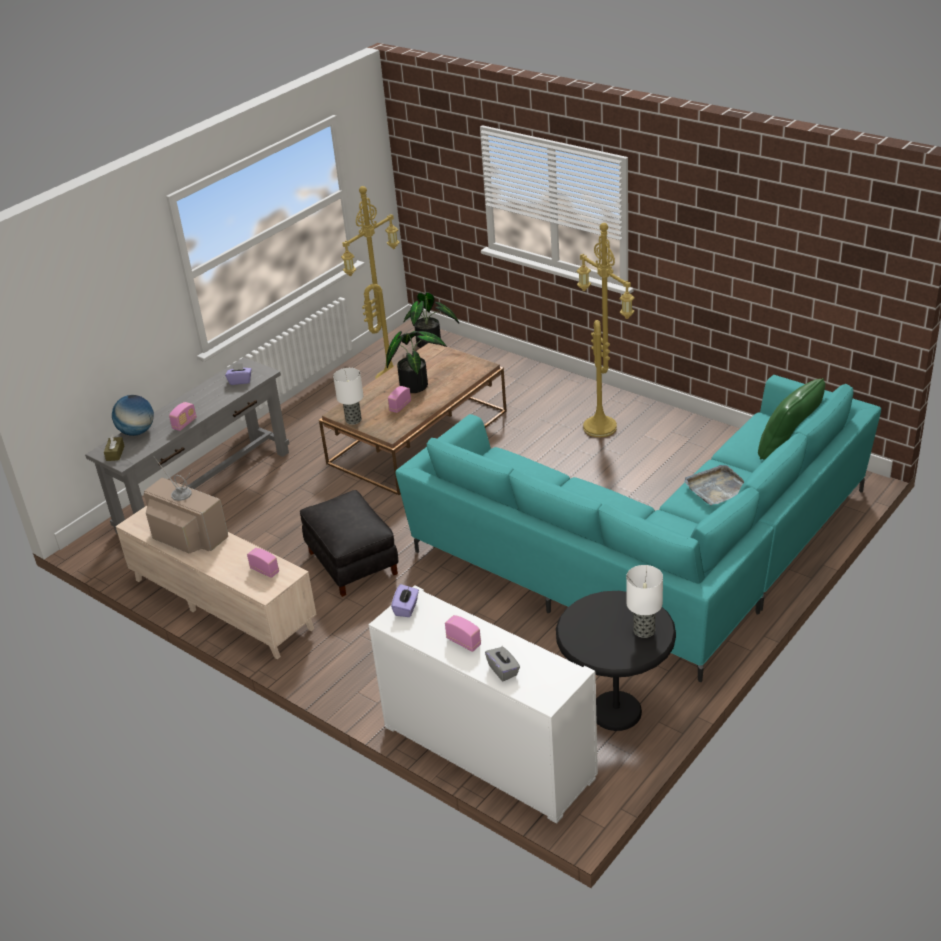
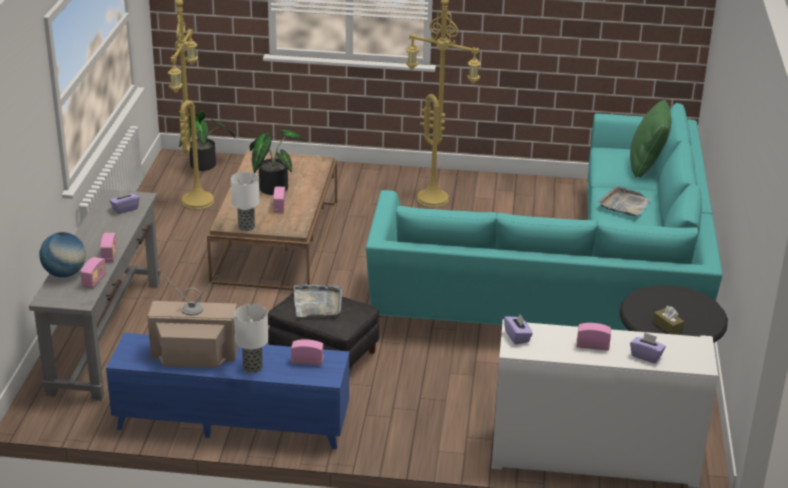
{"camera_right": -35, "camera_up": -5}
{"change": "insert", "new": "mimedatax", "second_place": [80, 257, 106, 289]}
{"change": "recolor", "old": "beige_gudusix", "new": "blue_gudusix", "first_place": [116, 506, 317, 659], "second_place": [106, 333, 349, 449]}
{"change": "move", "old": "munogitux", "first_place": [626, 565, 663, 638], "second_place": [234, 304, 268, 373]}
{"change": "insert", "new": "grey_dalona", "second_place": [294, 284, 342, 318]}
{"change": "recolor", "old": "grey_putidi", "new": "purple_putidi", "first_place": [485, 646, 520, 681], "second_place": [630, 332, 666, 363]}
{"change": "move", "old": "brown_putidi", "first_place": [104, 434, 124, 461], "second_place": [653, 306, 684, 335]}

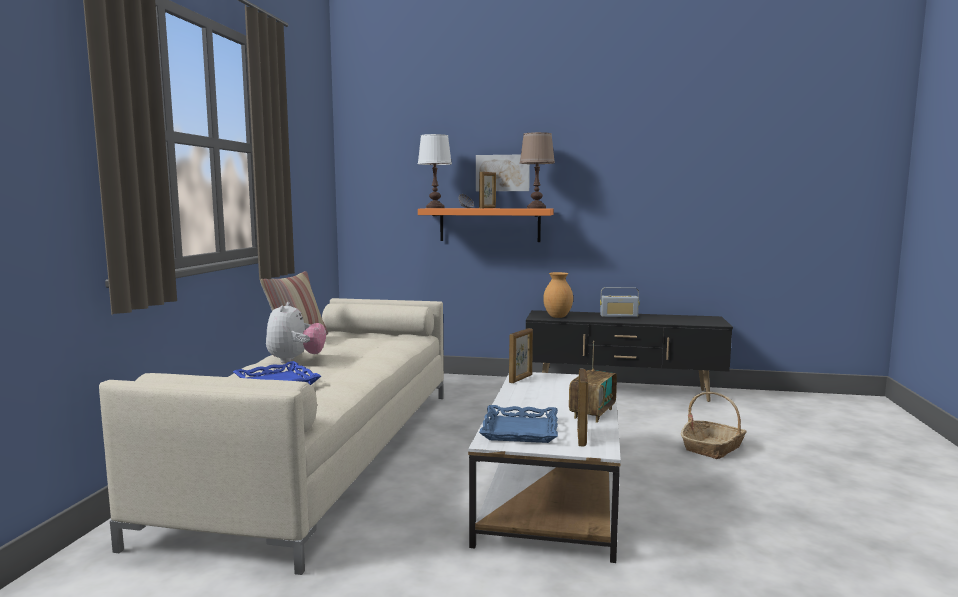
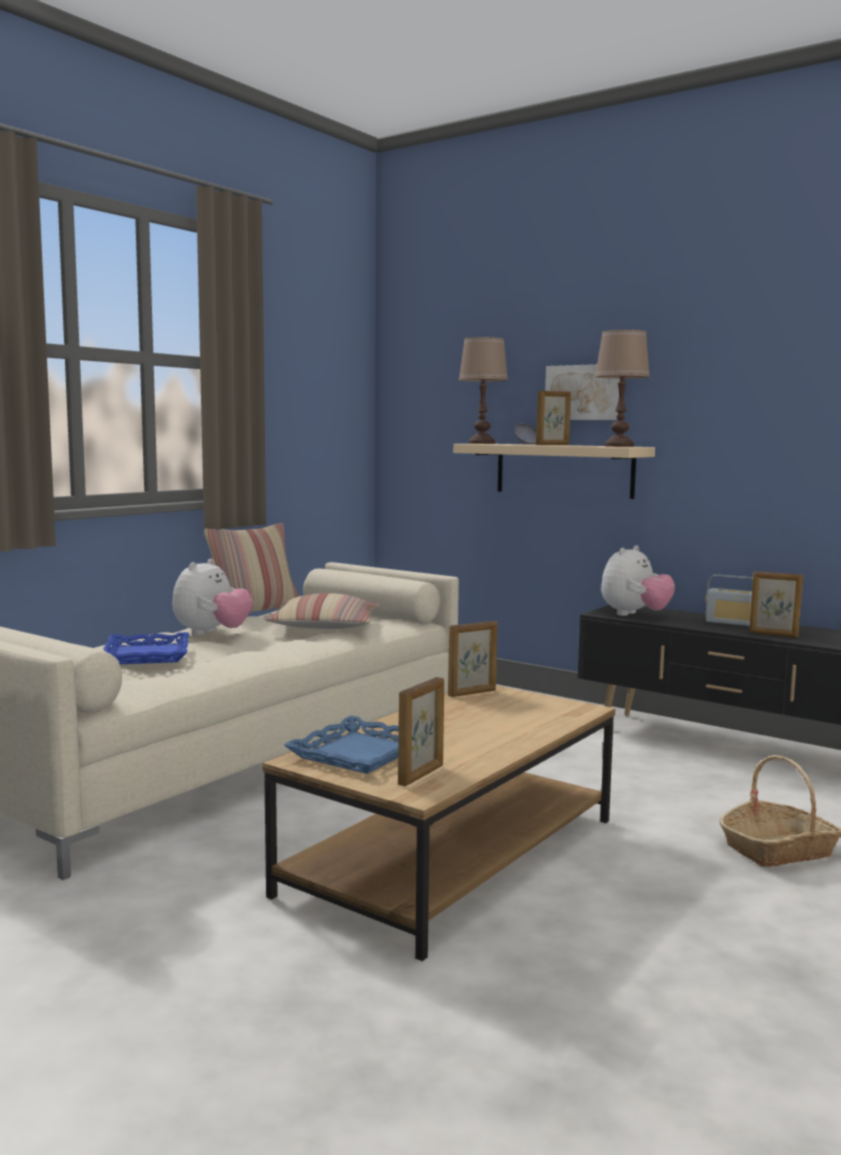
{"camera_right": 25, "camera_up": 0}
{"change": "recolor", "old": "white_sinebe", "new": "brown_sinebe", "first_place": [468, 372, 621, 563], "second_place": [262, 685, 615, 961]}
{"change": "insert", "new": "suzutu", "second_place": [265, 593, 380, 629]}
{"change": "recolor", "old": "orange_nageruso", "new": "beige_nageruso", "first_place": [418, 208, 554, 242], "second_place": [453, 444, 655, 499]}
{"change": "recolor", "old": "white_munogitux", "new": "brown_munogitux", "first_place": [418, 134, 452, 208], "second_place": [459, 337, 508, 444]}
{"change": "replace", "old": "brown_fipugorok", "new": "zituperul", "first_place": [543, 272, 573, 318], "second_place": [601, 545, 675, 616]}
{"change": "insert", "new": "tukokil", "second_place": [749, 571, 803, 638]}
{"change": "delete", "old": "mimedatax", "first_place": [569, 341, 617, 423]}

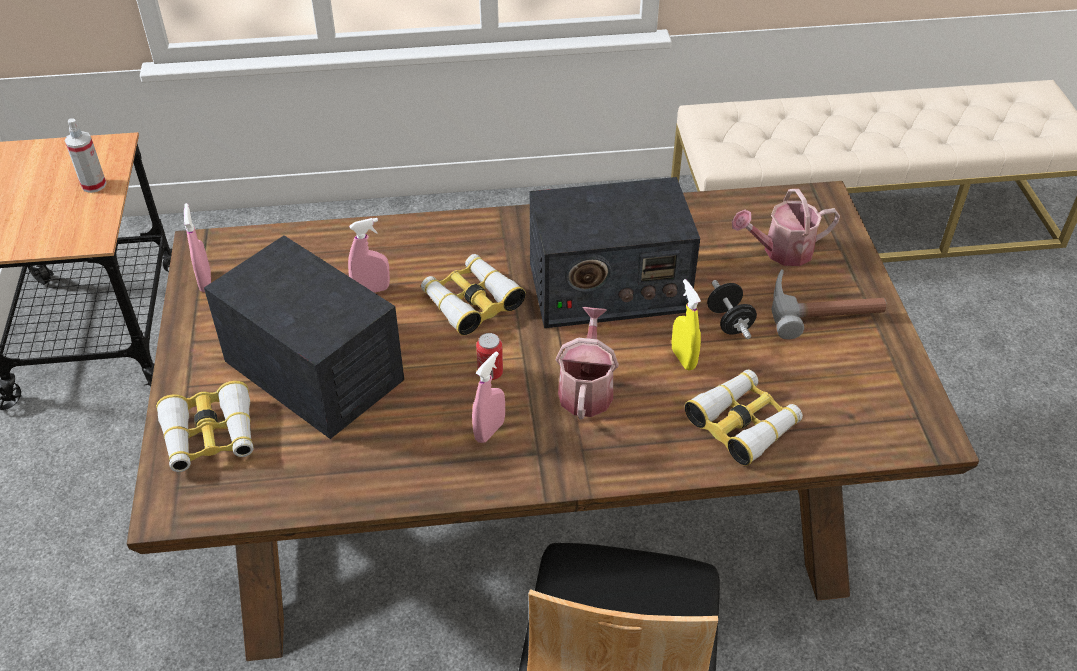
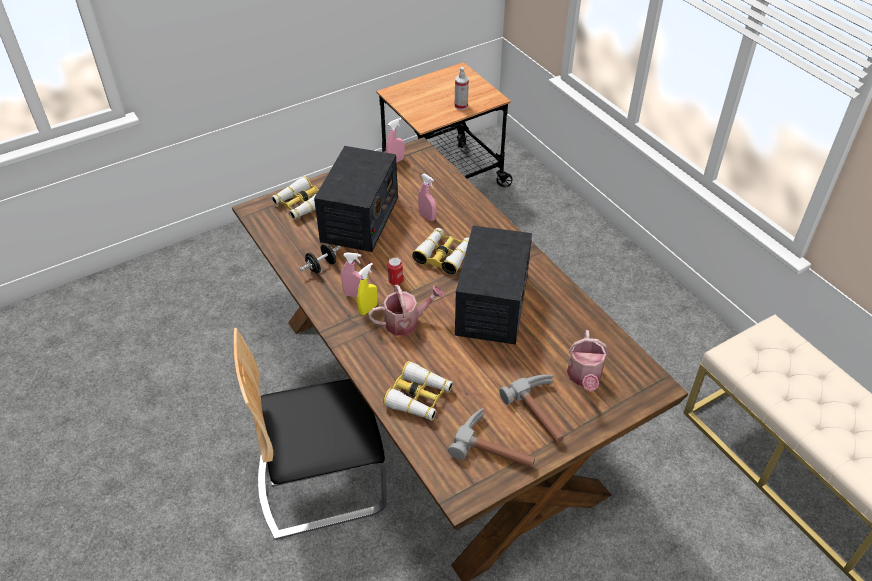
{"camera_right": 65, "camera_up": 0}
{"change": "move", "old": "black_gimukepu", "first_place": [707, 280, 757, 339], "second_place": [300, 244, 341, 273]}
{"change": "move", "old": "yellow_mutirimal", "first_place": [672, 279, 701, 370], "second_place": [357, 263, 378, 315]}
{"change": "insert", "new": "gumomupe", "second_place": [448, 408, 535, 468]}
{"change": "rotate", "old": "mimedatax", "first_place": [530, 177, 700, 328], "second_place": [455, 226, 532, 345], "degrees": -135}
{"change": "rotate", "old": "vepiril", "first_place": [732, 189, 840, 266], "second_place": [567, 330, 608, 392], "degrees": -135}

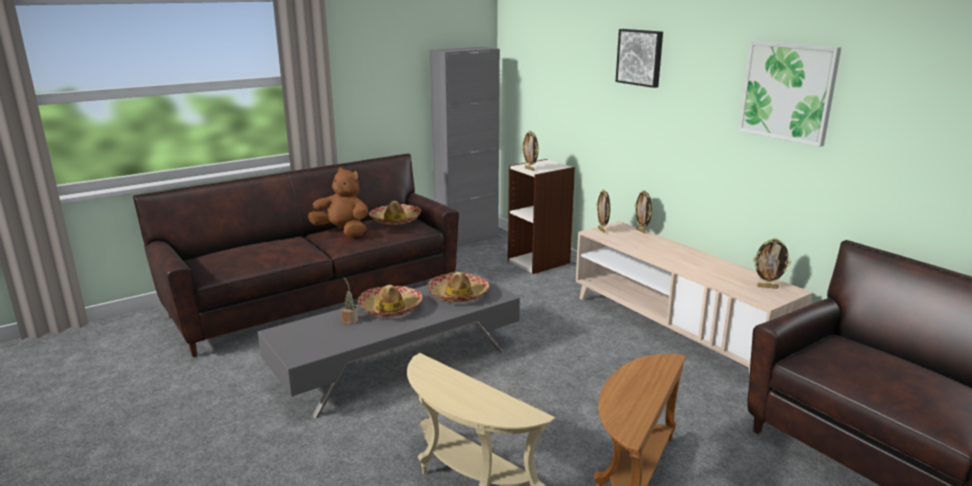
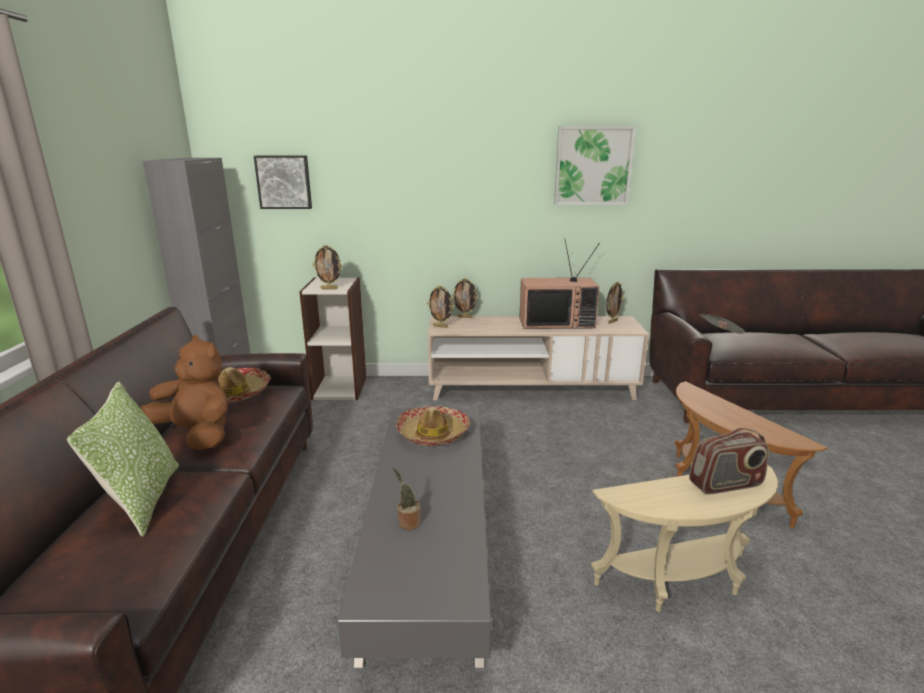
{"camera_right": -55, "camera_up": 0}
{"change": "insert", "new": "suzutu", "second_place": [67, 381, 179, 537]}
{"change": "rotate", "old": "brown_zituperul", "first_place": [308, 167, 368, 237], "second_place": [141, 335, 228, 450], "degrees": 60}
{"change": "move", "old": "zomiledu", "first_place": [615, 29, 663, 88], "second_place": [254, 156, 312, 209]}
{"change": "insert", "new": "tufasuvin", "second_place": [519, 238, 600, 329]}
{"change": "insert", "new": "mimedatax", "second_place": [689, 428, 769, 494]}
{"change": "insert", "new": "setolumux", "second_place": [699, 314, 745, 334]}
{"change": "delete", "old": "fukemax", "first_place": [358, 285, 423, 317]}

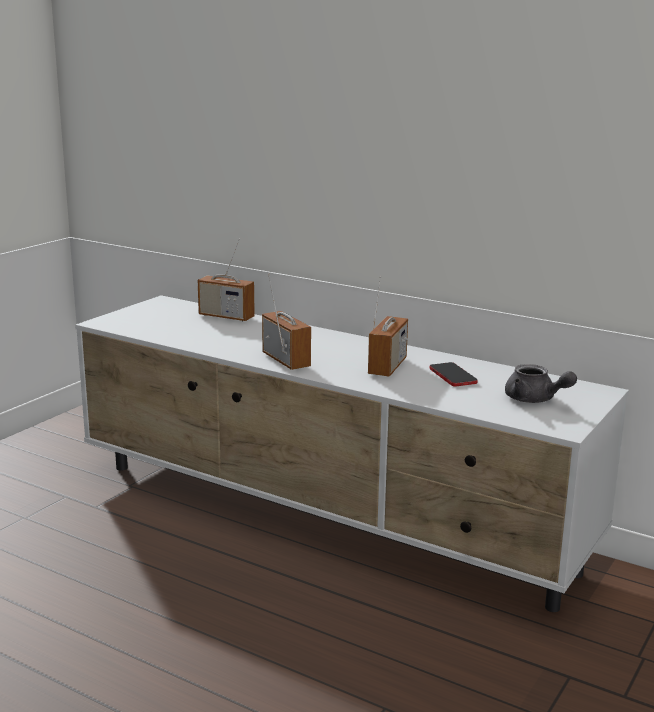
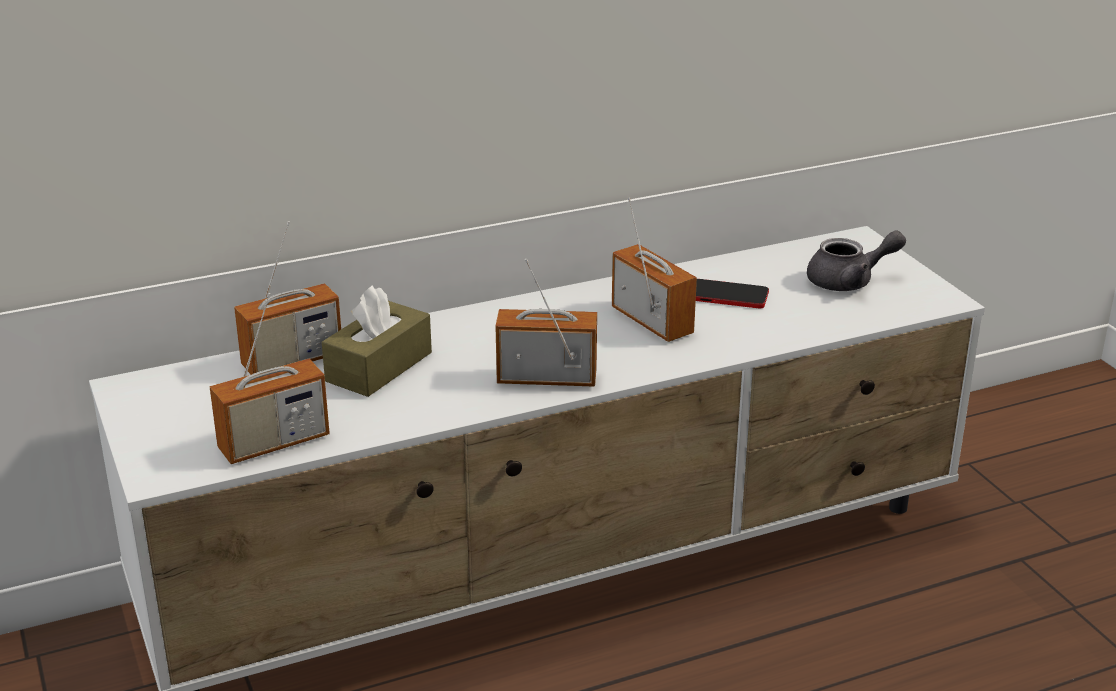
{"camera_right": -55, "camera_up": 10}
{"change": "insert", "new": "mimedatax", "second_place": [210, 293, 330, 464]}
{"change": "insert", "new": "brown_putidi", "second_place": [322, 286, 432, 397]}

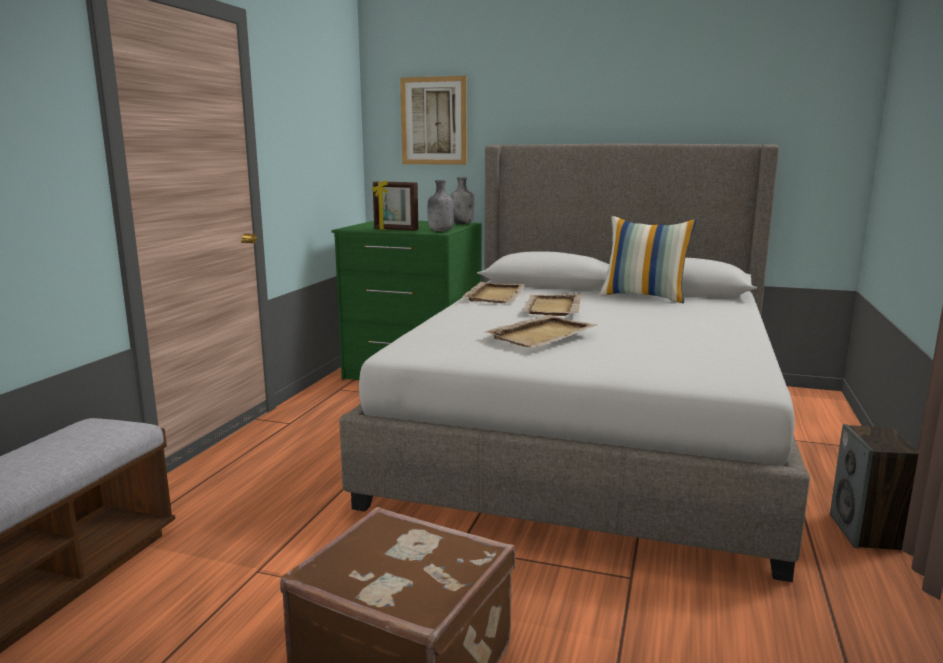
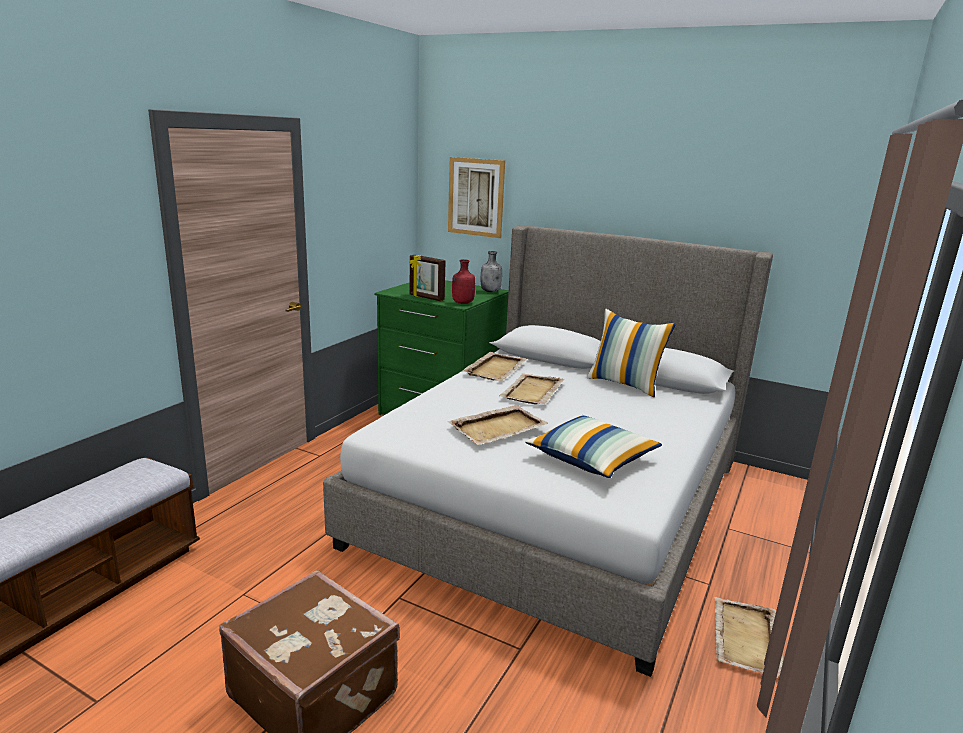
{"camera_right": 10, "camera_up": 5}
{"change": "recolor", "old": "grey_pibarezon", "new": "red_pibarezon", "first_place": [428, 180, 454, 231], "second_place": [452, 259, 475, 304]}
{"change": "insert", "new": "suzutu", "second_place": [525, 415, 662, 478]}
{"change": "replace", "old": "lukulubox", "new": "beige_dalona", "first_place": [830, 424, 919, 550], "second_place": [714, 597, 783, 677]}

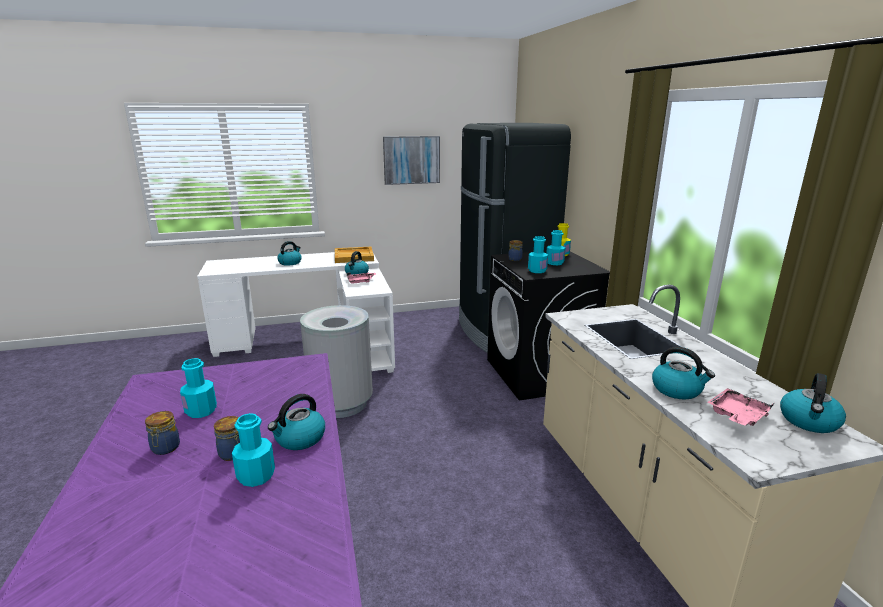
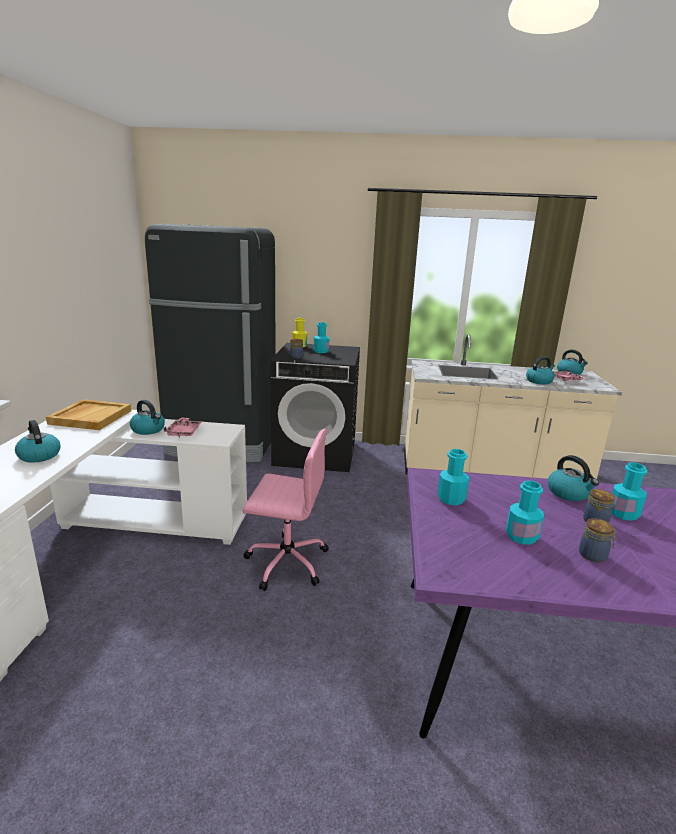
{"camera_right": -70, "camera_up": 0}
{"change": "replace", "old": "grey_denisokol", "new": "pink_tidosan", "first_place": [300, 305, 373, 418], "second_place": [243, 429, 329, 591]}
{"change": "move", "old": "turquoise_pibarezon", "first_place": [528, 236, 548, 273], "second_place": [437, 449, 469, 505]}
{"change": "delete", "old": "zomiledu", "first_place": [383, 136, 440, 185]}

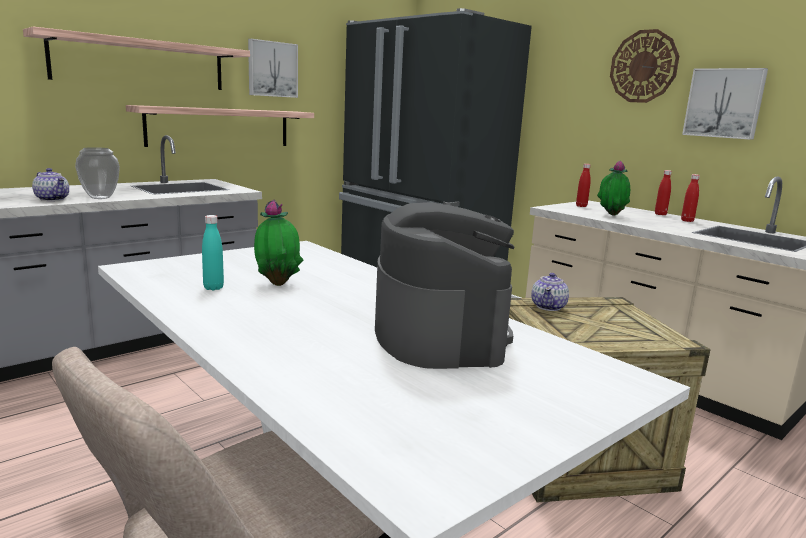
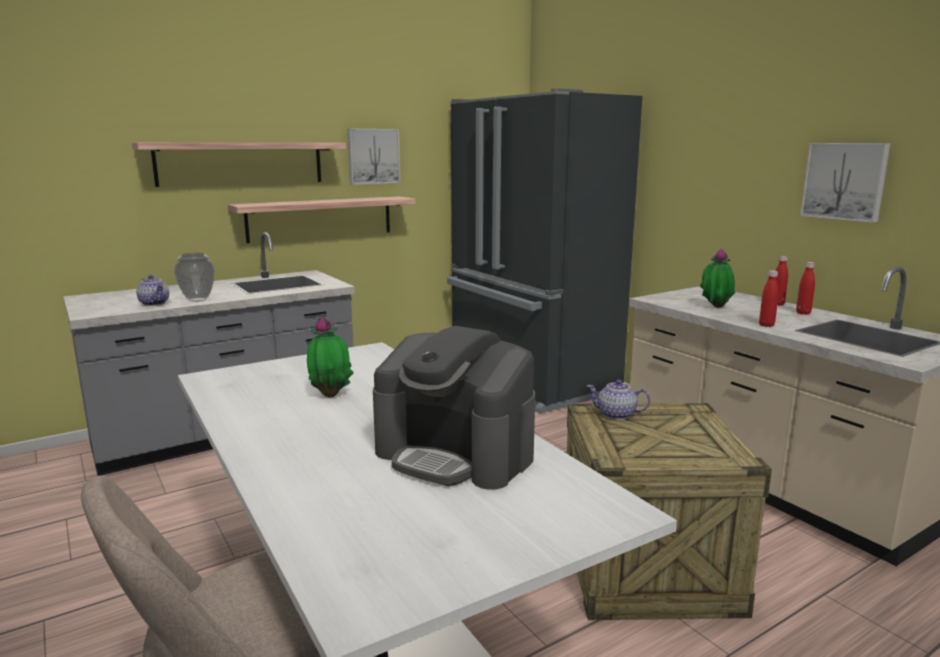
{"camera_right": 10, "camera_up": 0}
{"change": "rotate", "old": "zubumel", "first_place": [375, 202, 515, 369], "second_place": [373, 326, 535, 490], "degrees": 120}
{"change": "rotate", "old": "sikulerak", "first_place": [531, 273, 569, 311], "second_place": [586, 380, 650, 420], "degrees": 75}
{"change": "move", "old": "red_pibarezon", "first_place": [576, 164, 591, 207], "second_place": [759, 270, 778, 327]}
{"change": "delete", "old": "turquoise_pibarezon", "first_place": [202, 215, 224, 290]}
{"change": "delete", "old": "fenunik", "first_place": [610, 29, 679, 103]}

